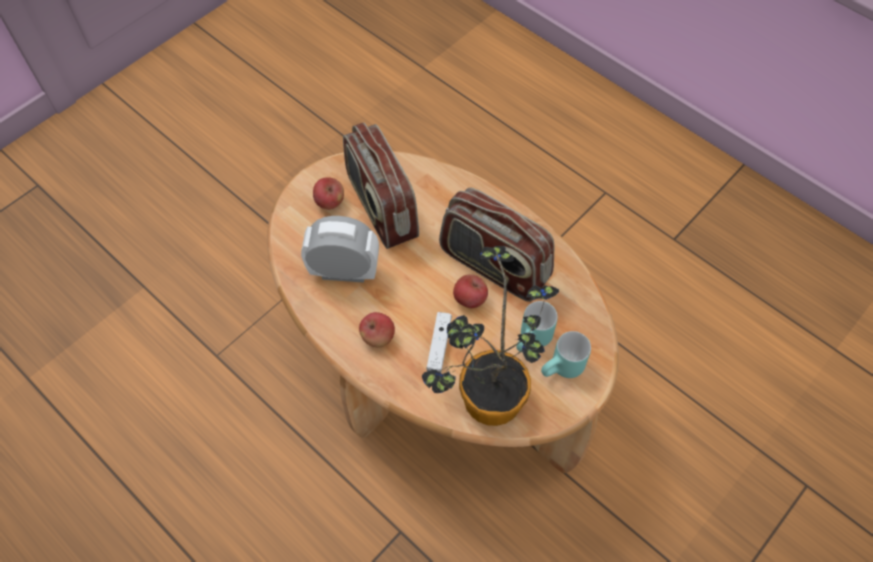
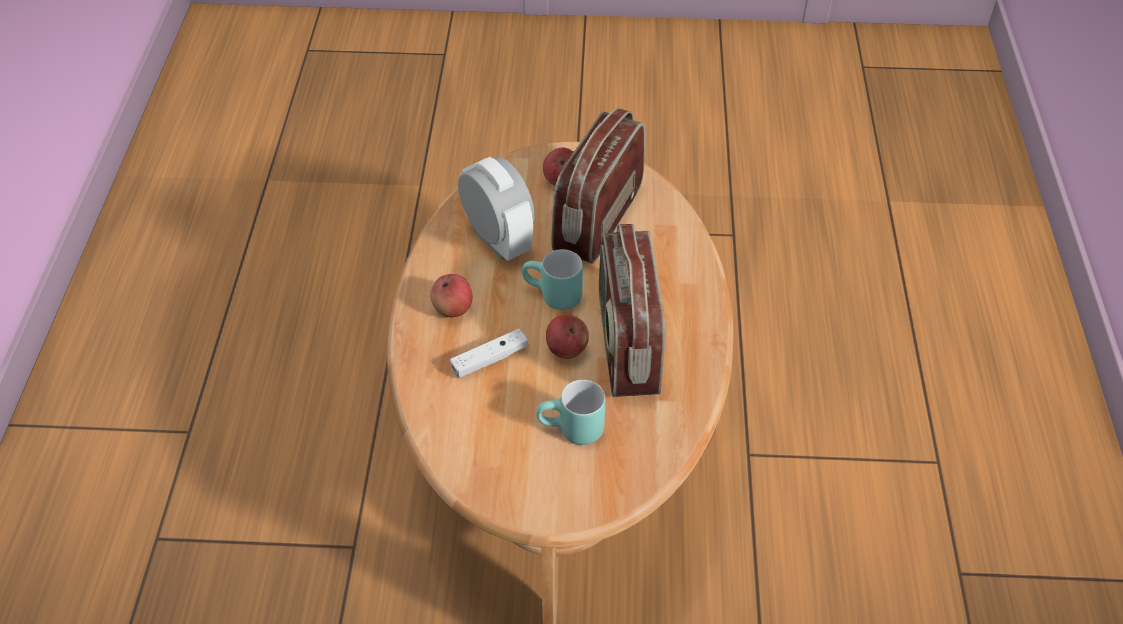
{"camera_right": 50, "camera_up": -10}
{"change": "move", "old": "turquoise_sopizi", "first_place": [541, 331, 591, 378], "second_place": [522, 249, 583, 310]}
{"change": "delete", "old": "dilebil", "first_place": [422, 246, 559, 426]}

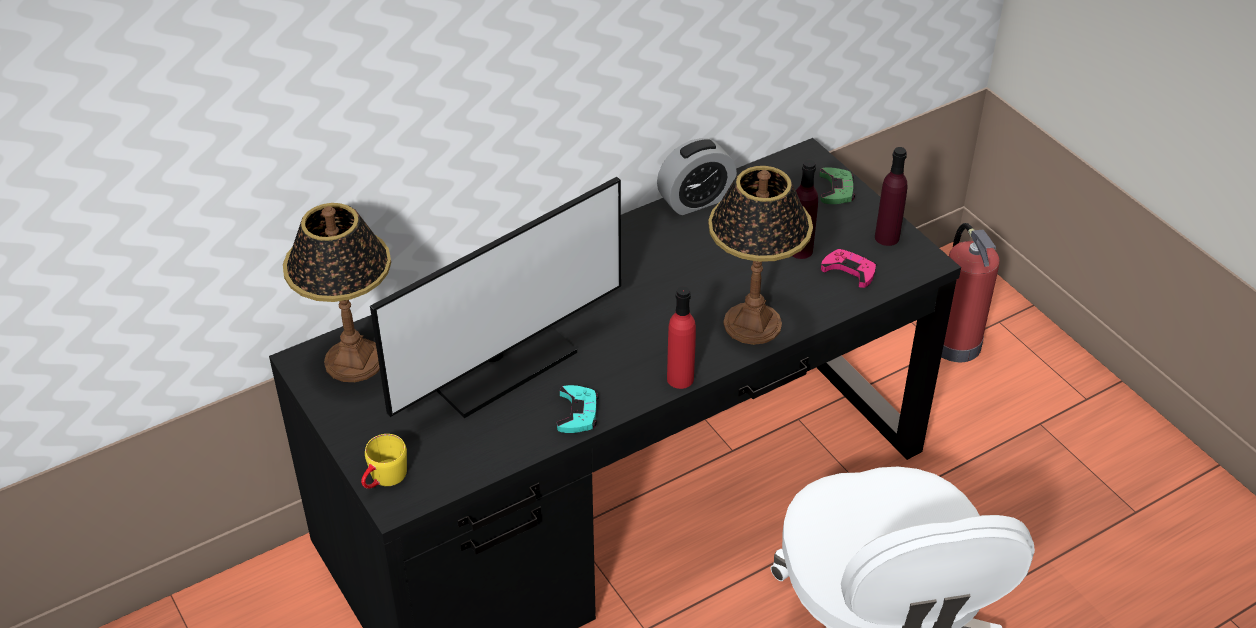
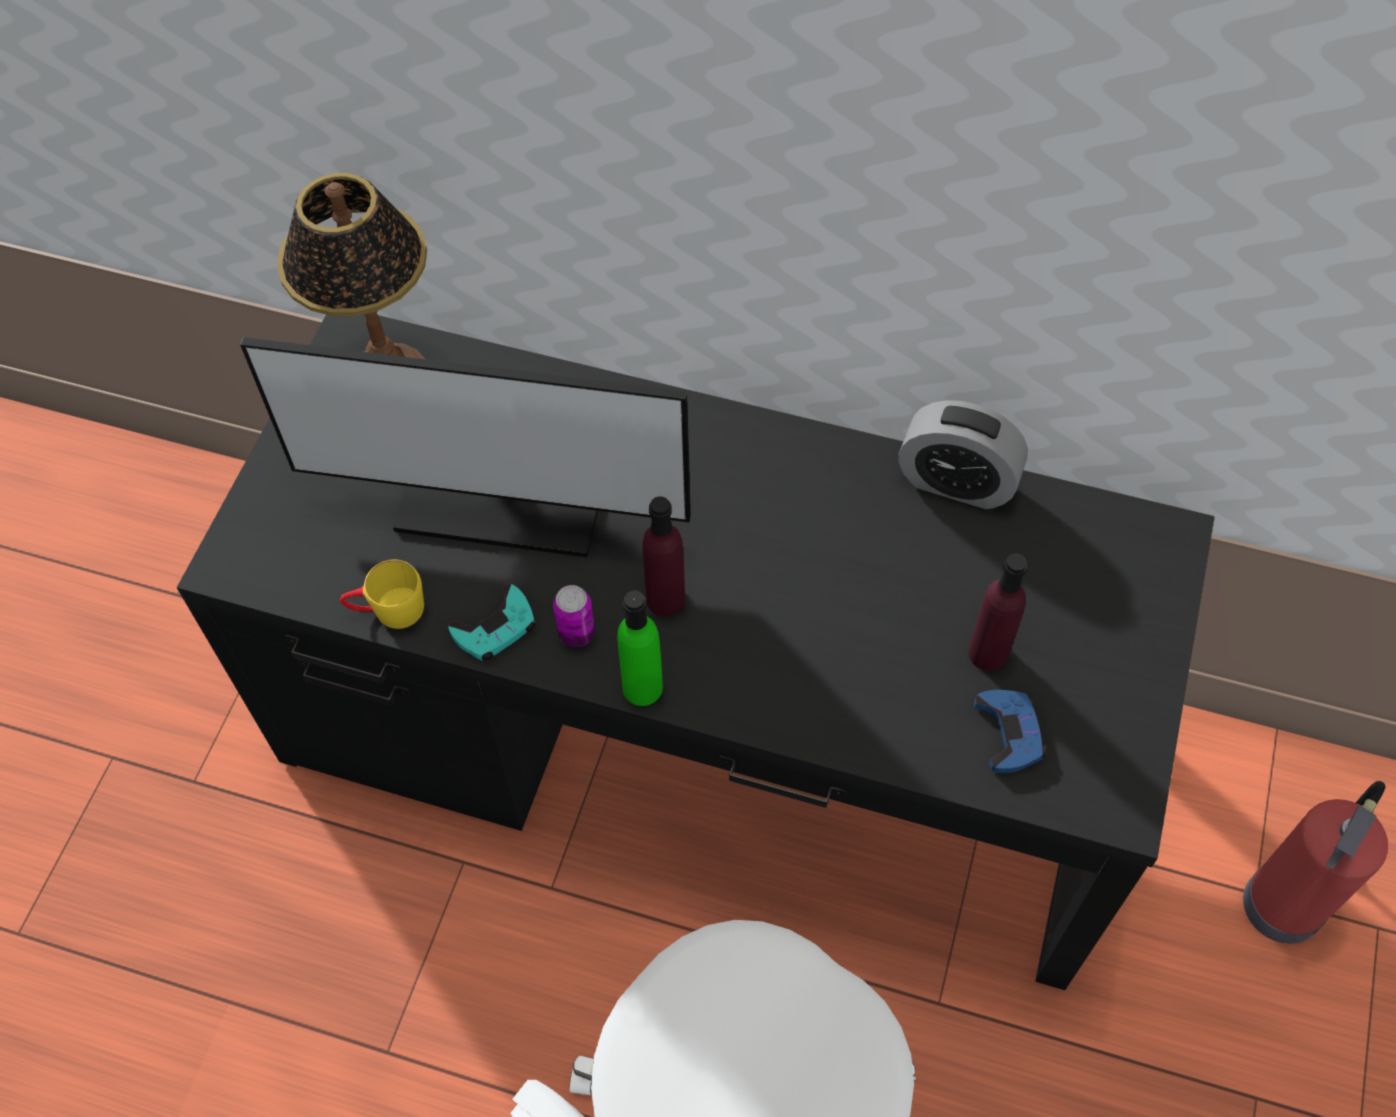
{"camera_right": 50, "camera_up": 15}
{"change": "move", "old": "yellow_sopizi", "first_place": [361, 434, 407, 489], "second_place": [340, 560, 424, 629]}
{"change": "insert", "new": "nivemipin", "second_place": [553, 585, 595, 647]}
{"change": "recolor", "old": "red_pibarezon", "new": "green_pibarezon", "first_place": [667, 286, 696, 389], "second_place": [617, 590, 663, 706]}
{"change": "move", "old": "purple_pibarezon", "first_place": [875, 147, 907, 246], "second_place": [642, 496, 685, 616]}
{"change": "recolor", "old": "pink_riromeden", "new": "blue_riromeden", "first_place": [821, 249, 876, 288], "second_place": [974, 689, 1047, 773]}
{"change": "delete", "old": "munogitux", "first_place": [708, 166, 813, 345]}
{"change": "delete", "old": "green_riromeden", "first_place": [819, 167, 855, 204]}

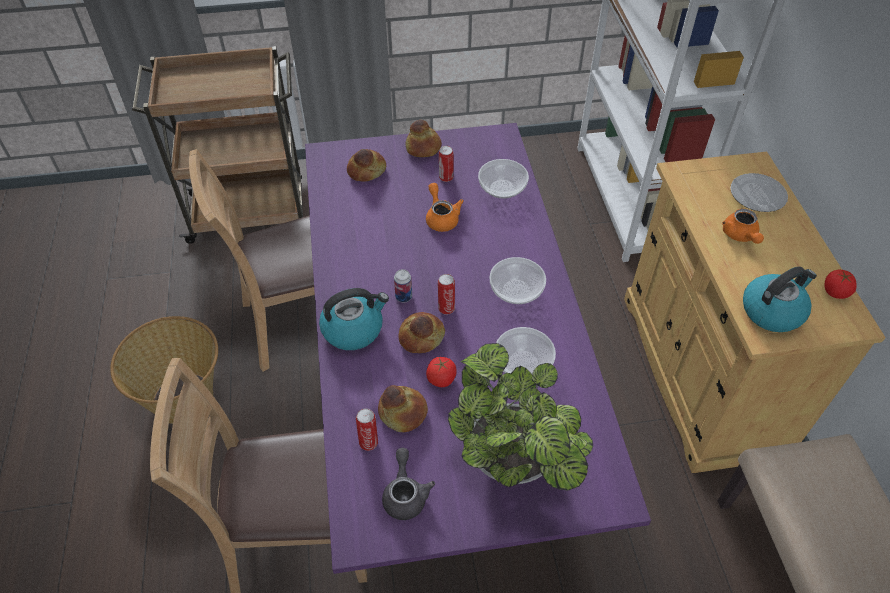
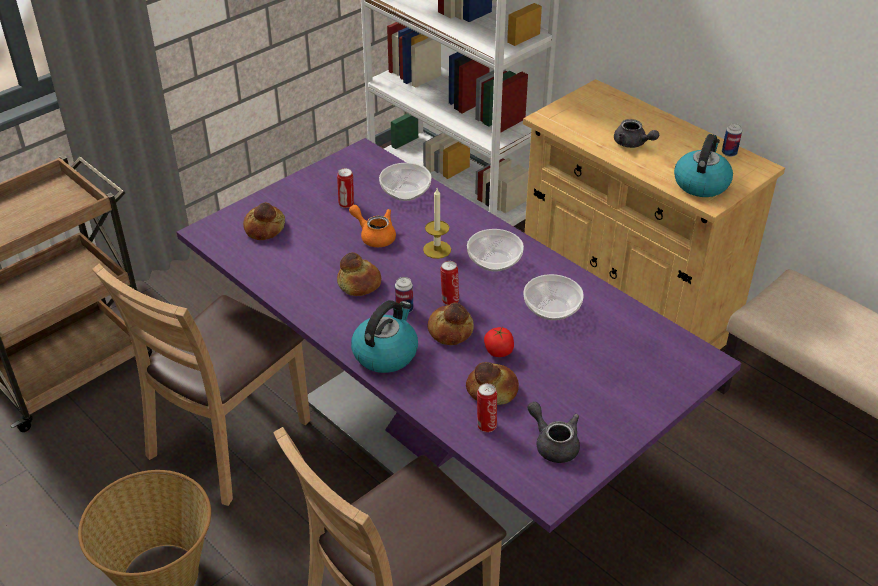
{"camera_right": -35, "camera_up": -10}
{"change": "move", "old": "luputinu", "first_place": [406, 120, 442, 157], "second_place": [337, 252, 381, 296]}
{"change": "insert", "new": "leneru", "second_place": [423, 188, 451, 259]}
{"change": "recolor", "old": "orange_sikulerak", "new": "grey_sikulerak", "first_place": [722, 209, 764, 244], "second_place": [614, 119, 659, 148]}
{"change": "replace", "old": "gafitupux", "new": "nivemipin", "first_place": [825, 270, 857, 299], "second_place": [722, 123, 742, 157]}
{"change": "delete", "old": "dilebil", "first_place": [448, 343, 593, 491]}
{"change": "delete", "old": "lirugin", "first_place": [730, 173, 788, 212]}

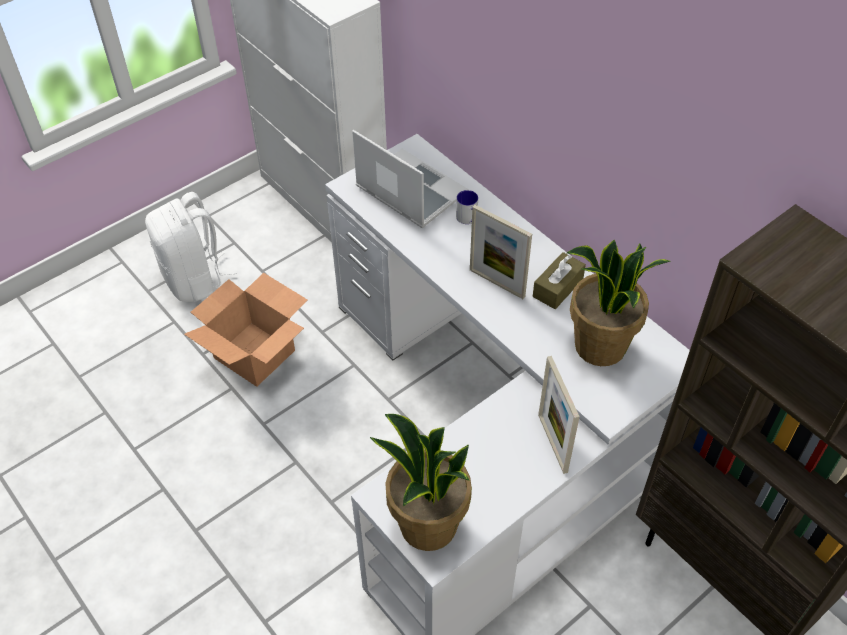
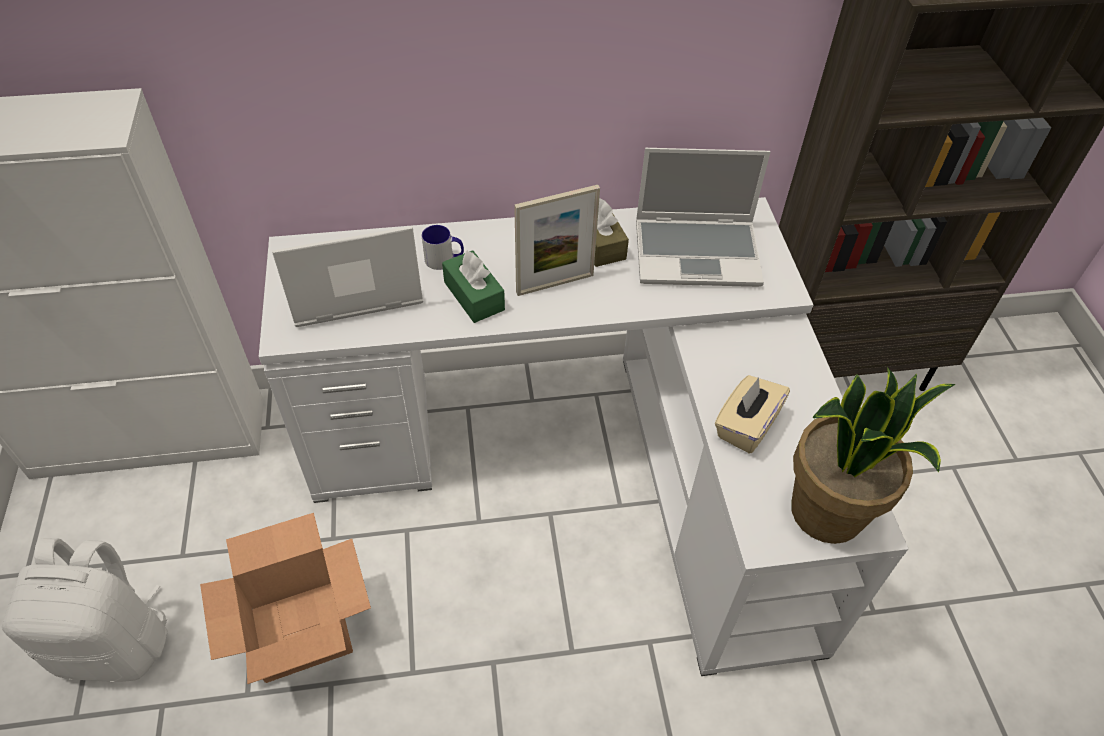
{"camera_right": -60, "camera_up": 0}
{"change": "insert", "new": "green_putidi", "second_place": [442, 250, 505, 323]}
{"change": "replace", "old": "dilebil", "new": "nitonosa", "first_place": [566, 240, 670, 366], "second_place": [636, 148, 770, 287]}
{"change": "insert", "new": "beige_putidi", "second_place": [715, 375, 790, 453]}
{"change": "delete", "old": "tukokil", "first_place": [538, 356, 580, 474]}

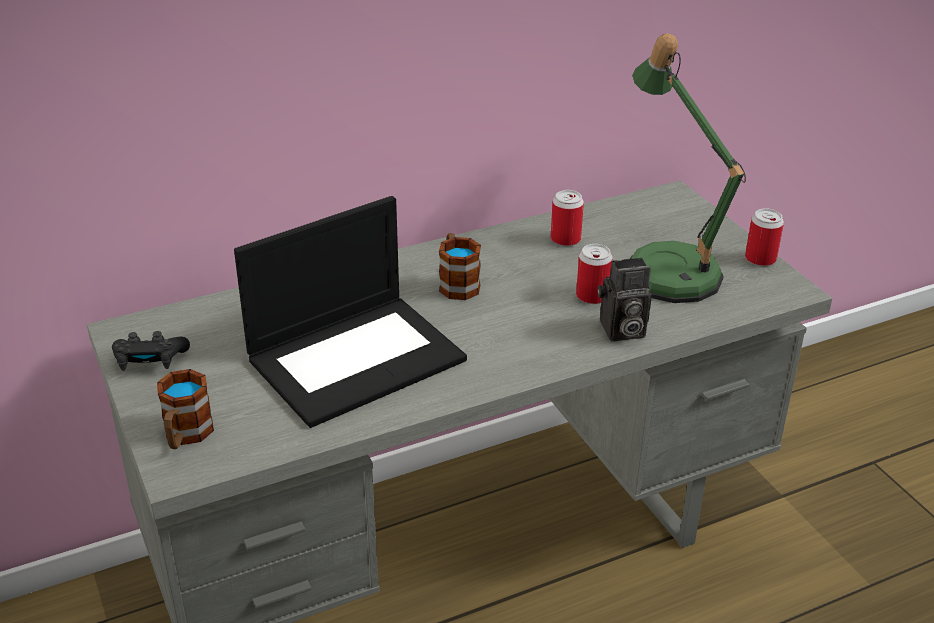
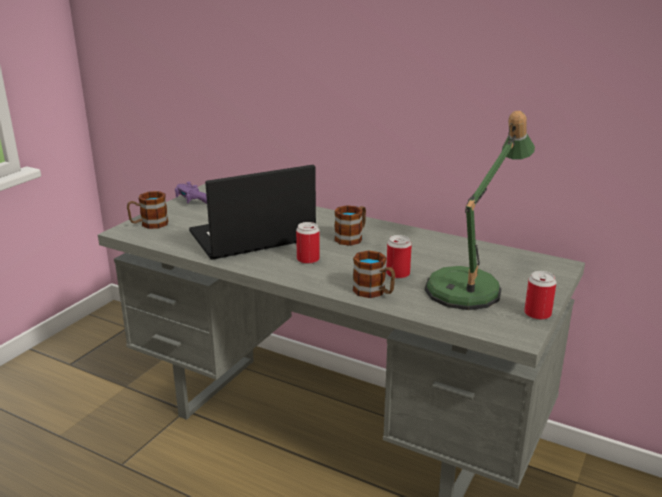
{"camera_right": 55, "camera_up": -10}
{"change": "recolor", "old": "black_riromeden", "new": "purple_riromeden", "first_place": [112, 331, 190, 371], "second_place": [175, 182, 207, 204]}
{"change": "rotate", "old": "nitonosa", "first_place": [234, 196, 467, 428], "second_place": [189, 165, 316, 260], "degrees": 135}
{"change": "move", "old": "nivemipin", "first_place": [551, 190, 584, 246], "second_place": [296, 222, 320, 264]}
{"change": "replace", "old": "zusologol", "new": "sopizi", "first_place": [597, 257, 652, 341], "second_place": [353, 250, 395, 298]}

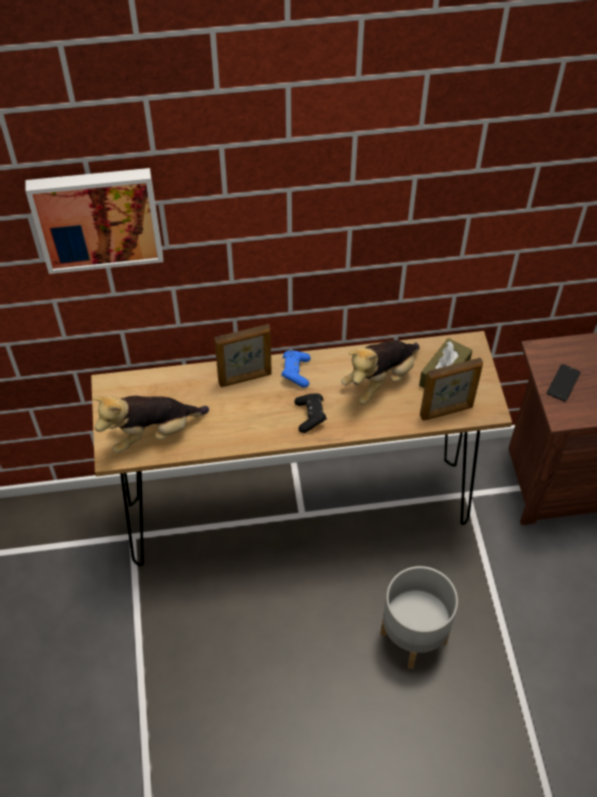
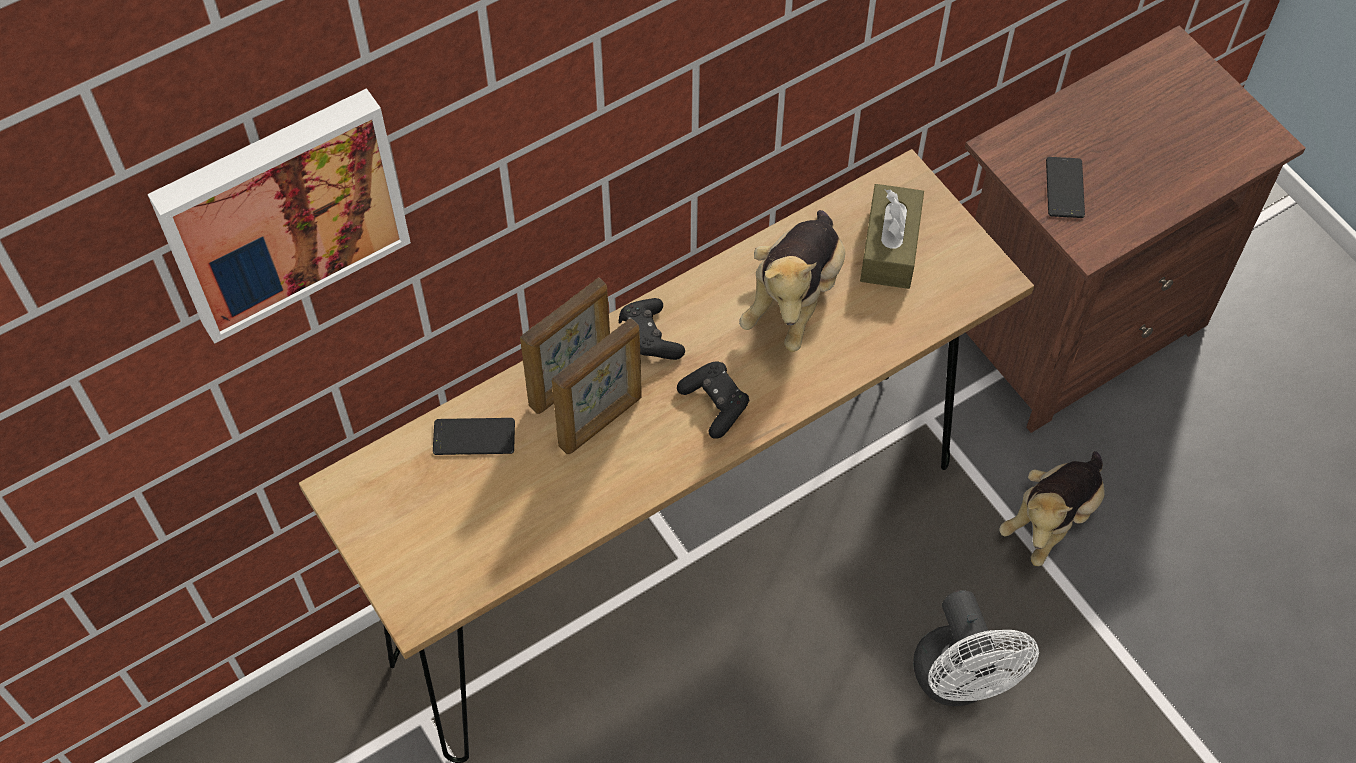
{"camera_right": -25, "camera_up": 5}
{"change": "insert", "new": "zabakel", "second_place": [433, 418, 515, 455]}
{"change": "move", "old": "tukokil", "first_place": [420, 358, 483, 421], "second_place": [552, 318, 642, 454]}
{"change": "recolor", "old": "blue_riromeden", "new": "black_riromeden", "first_place": [281, 350, 311, 388], "second_place": [619, 298, 685, 360]}
{"change": "replace", "old": "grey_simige", "new": "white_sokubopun", "first_place": [380, 566, 458, 669], "second_place": [913, 590, 1039, 706]}
{"change": "move", "old": "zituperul", "first_place": [93, 396, 209, 453], "second_place": [999, 451, 1105, 566]}

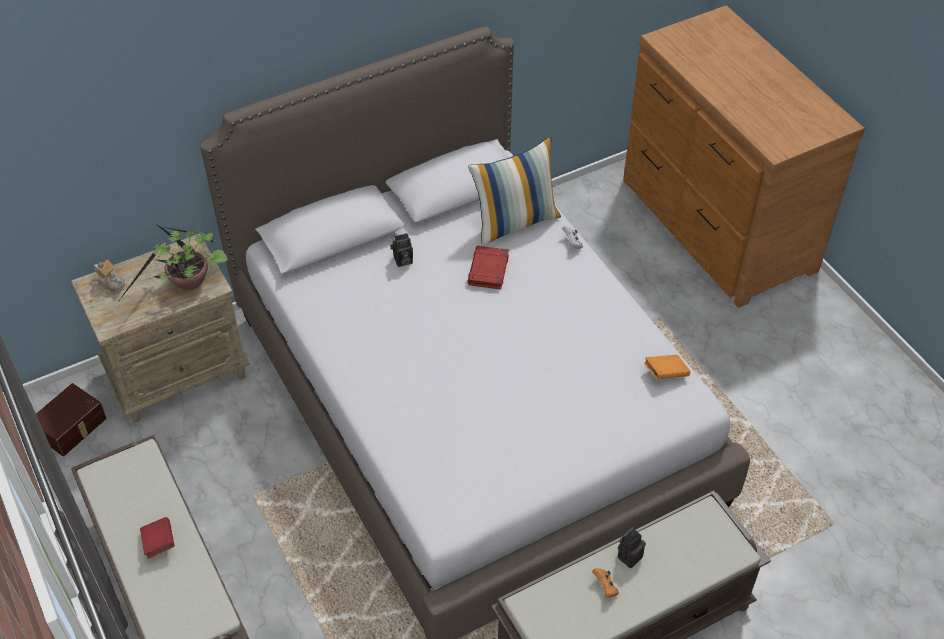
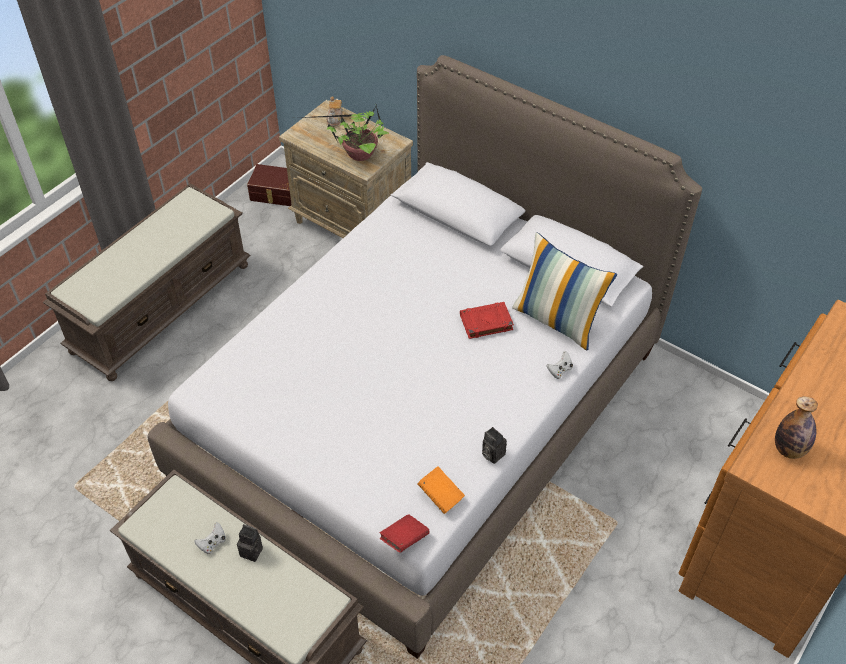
{"camera_right": 65, "camera_up": 0}
{"change": "recolor", "old": "orange_riromeden", "new": "white_riromeden", "first_place": [592, 568, 619, 597], "second_place": [194, 522, 226, 554]}
{"change": "move", "old": "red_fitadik", "first_place": [140, 517, 175, 559], "second_place": [380, 514, 429, 553]}
{"change": "move", "old": "zusologol", "first_place": [390, 233, 413, 267], "second_place": [482, 427, 507, 464]}
{"change": "insert", "new": "pibarezon", "second_place": [775, 396, 818, 459]}

